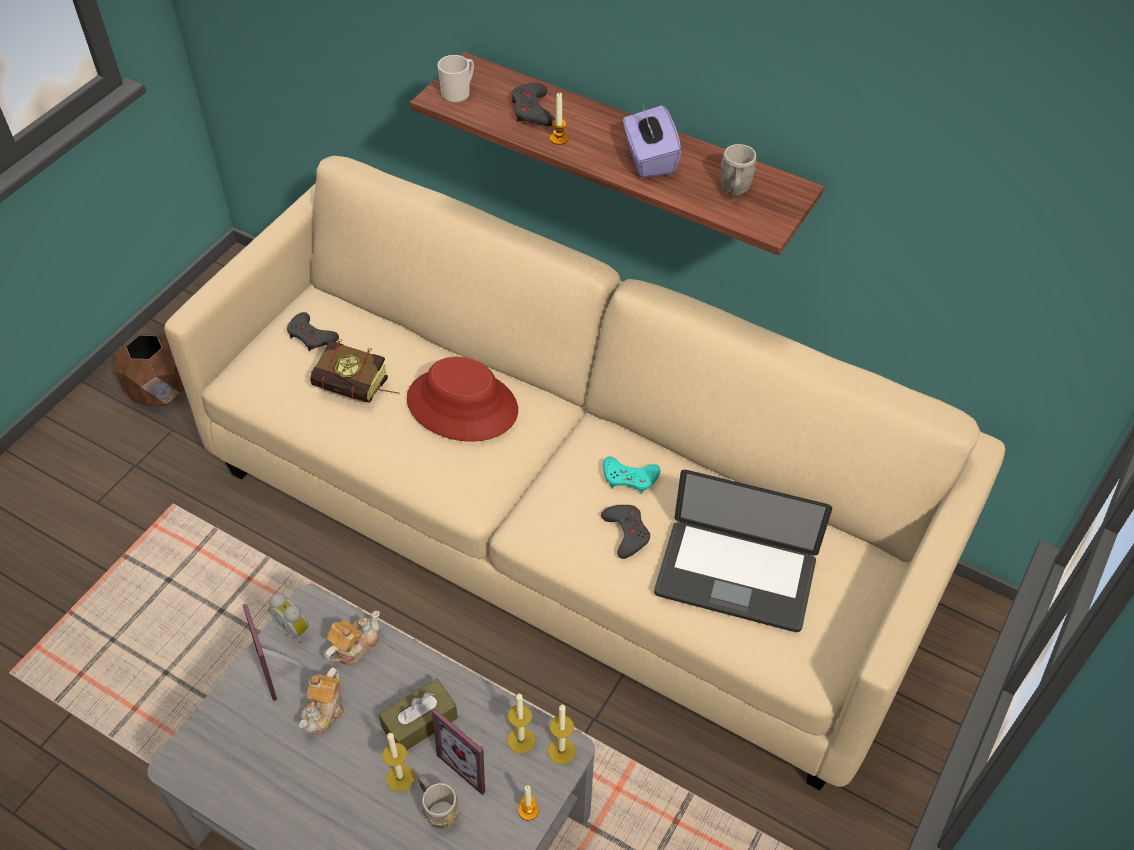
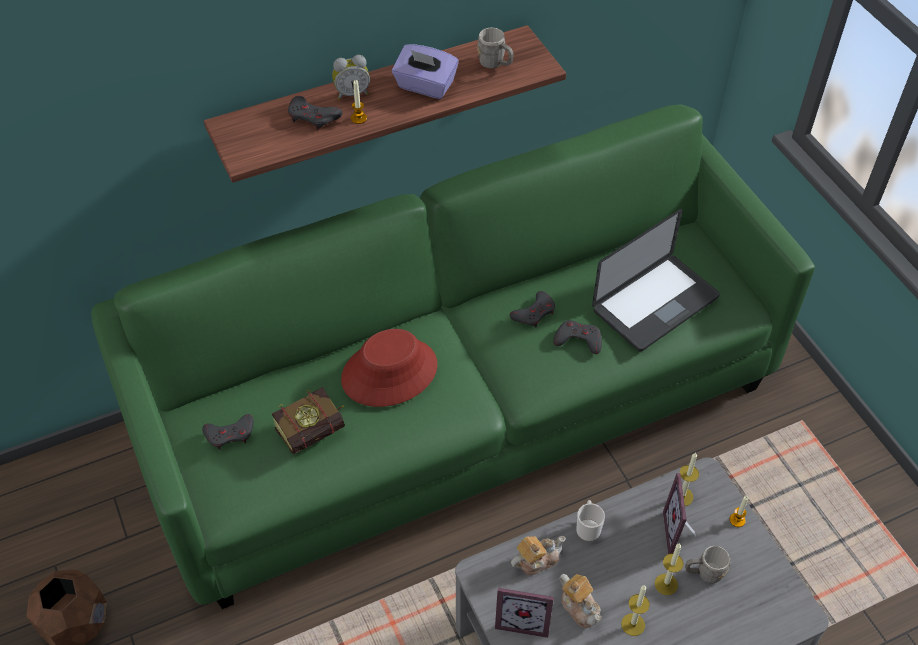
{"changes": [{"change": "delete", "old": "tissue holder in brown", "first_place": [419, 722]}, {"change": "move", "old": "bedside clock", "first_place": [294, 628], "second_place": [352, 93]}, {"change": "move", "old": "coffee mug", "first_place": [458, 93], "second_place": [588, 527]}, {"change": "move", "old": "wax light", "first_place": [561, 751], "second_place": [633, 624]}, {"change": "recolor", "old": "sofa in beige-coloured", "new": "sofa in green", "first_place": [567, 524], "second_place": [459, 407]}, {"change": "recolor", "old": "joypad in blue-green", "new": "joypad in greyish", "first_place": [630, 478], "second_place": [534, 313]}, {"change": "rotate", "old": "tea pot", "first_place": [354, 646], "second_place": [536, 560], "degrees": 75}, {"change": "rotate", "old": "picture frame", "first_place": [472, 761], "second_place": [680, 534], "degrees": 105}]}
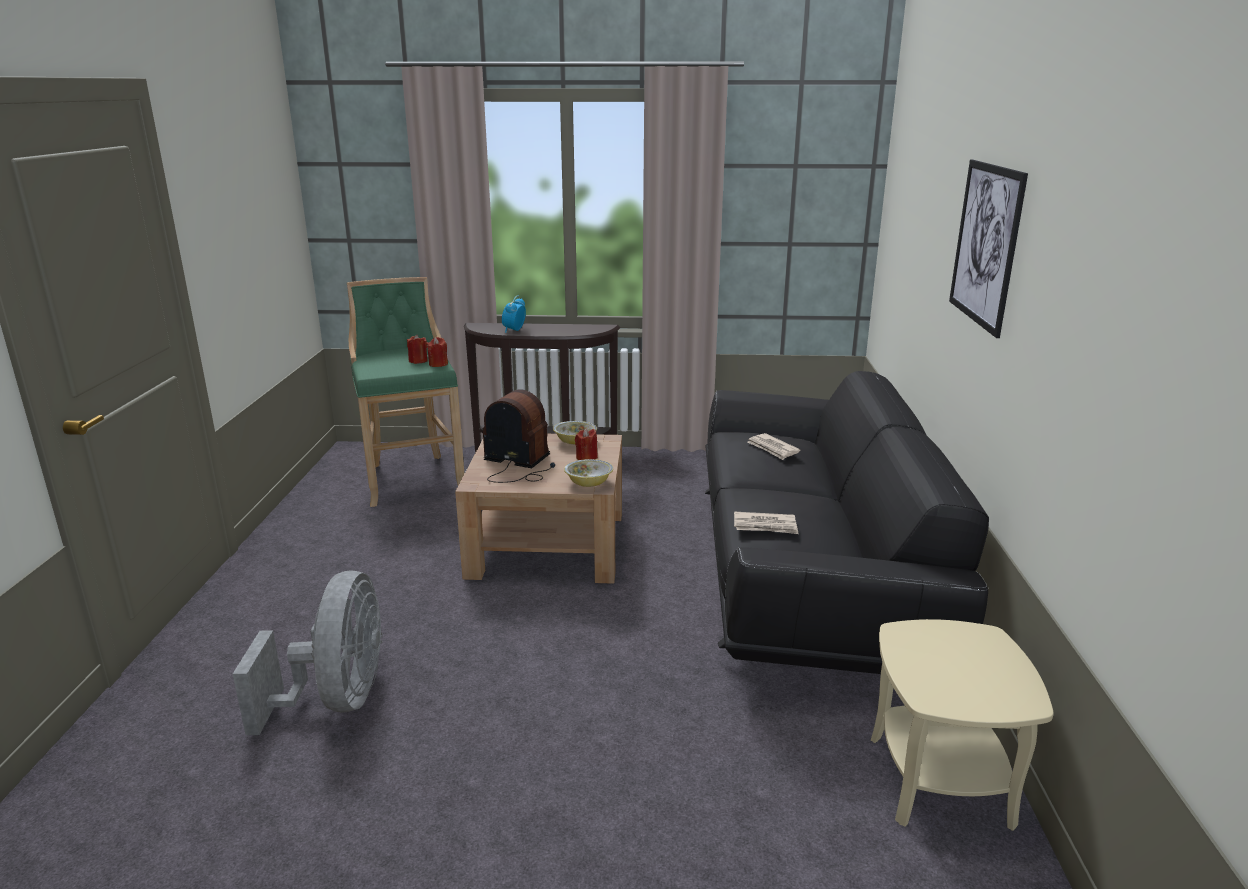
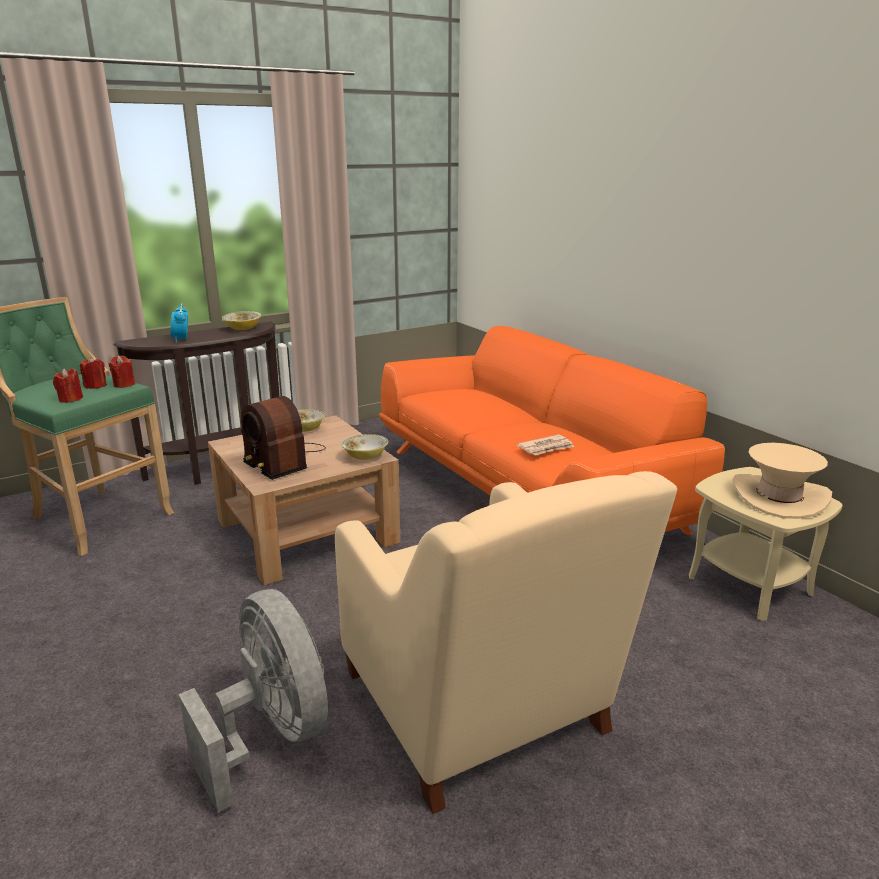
{"changes": [{"change": "delete", "old": "daily paper", "first_place": [772, 449]}, {"change": "delete", "old": "wall picture", "first_place": [985, 244]}, {"change": "insert", "new": "bowl", "second_place": [243, 329]}, {"change": "insert", "new": "armchair in beige-coloured", "second_place": [479, 710]}, {"change": "insert", "new": "hat in beige-coloured", "second_place": [779, 497]}, {"change": "move", "old": "wax light in red-coloured", "first_place": [586, 457], "second_place": [70, 399]}, {"change": "recolor", "old": "sofa in blackish", "new": "sofa in orangey", "first_place": [809, 574], "second_place": [527, 489]}, {"change": "rotate", "old": "radio set", "first_place": [518, 465], "second_place": [282, 459], "degrees": -120}]}
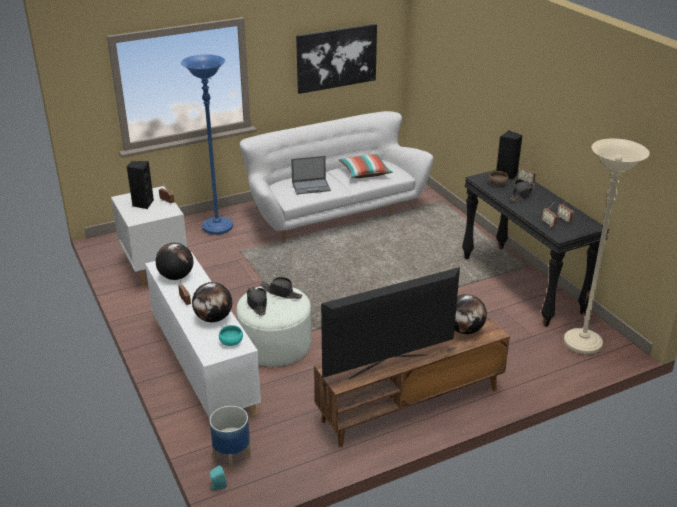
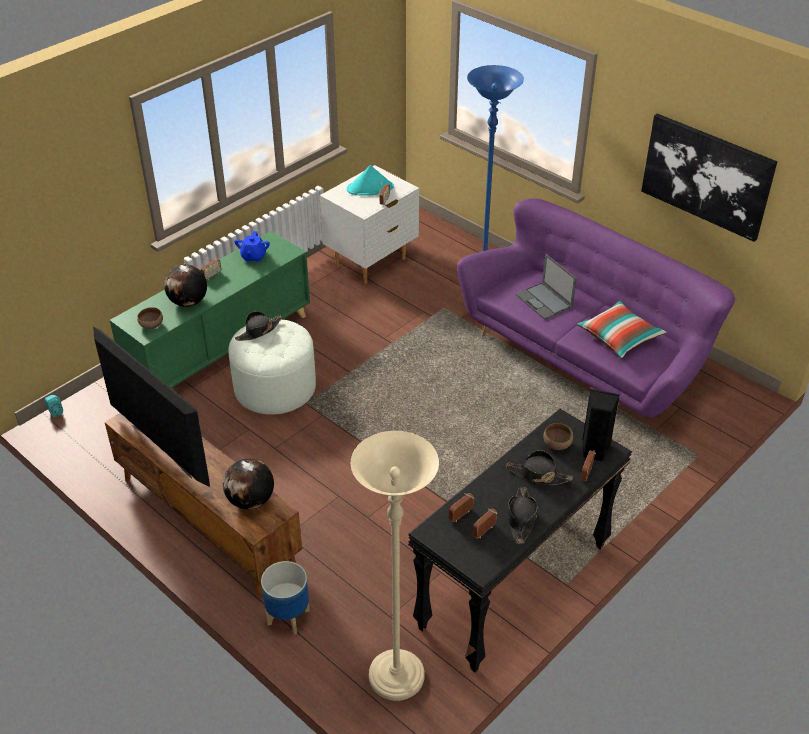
{"changes": [{"change": "move", "old": "plant pot", "first_place": [231, 457], "second_place": [288, 616]}, {"change": "move", "old": "hat in blackish", "first_place": [281, 292], "second_place": [521, 518]}, {"change": "replace", "old": "audio speaker in blackish", "new": "hat in blue-green", "first_place": [142, 204], "second_place": [370, 188]}, {"change": "replace", "old": "world globe", "new": "tea pot in bluish", "first_place": [176, 277], "second_place": [253, 257]}, {"change": "recolor", "old": "storage cabinet in whitish", "new": "storage cabinet in green", "first_place": [203, 366], "second_place": [221, 349]}, {"change": "recolor", "old": "bowl in blue-green", "new": "bowl in brown", "first_place": [231, 343], "second_place": [151, 325]}, {"change": "recolor", "old": "sofa in whitish", "new": "sofa in purple", "first_place": [333, 212], "second_place": [585, 358]}]}
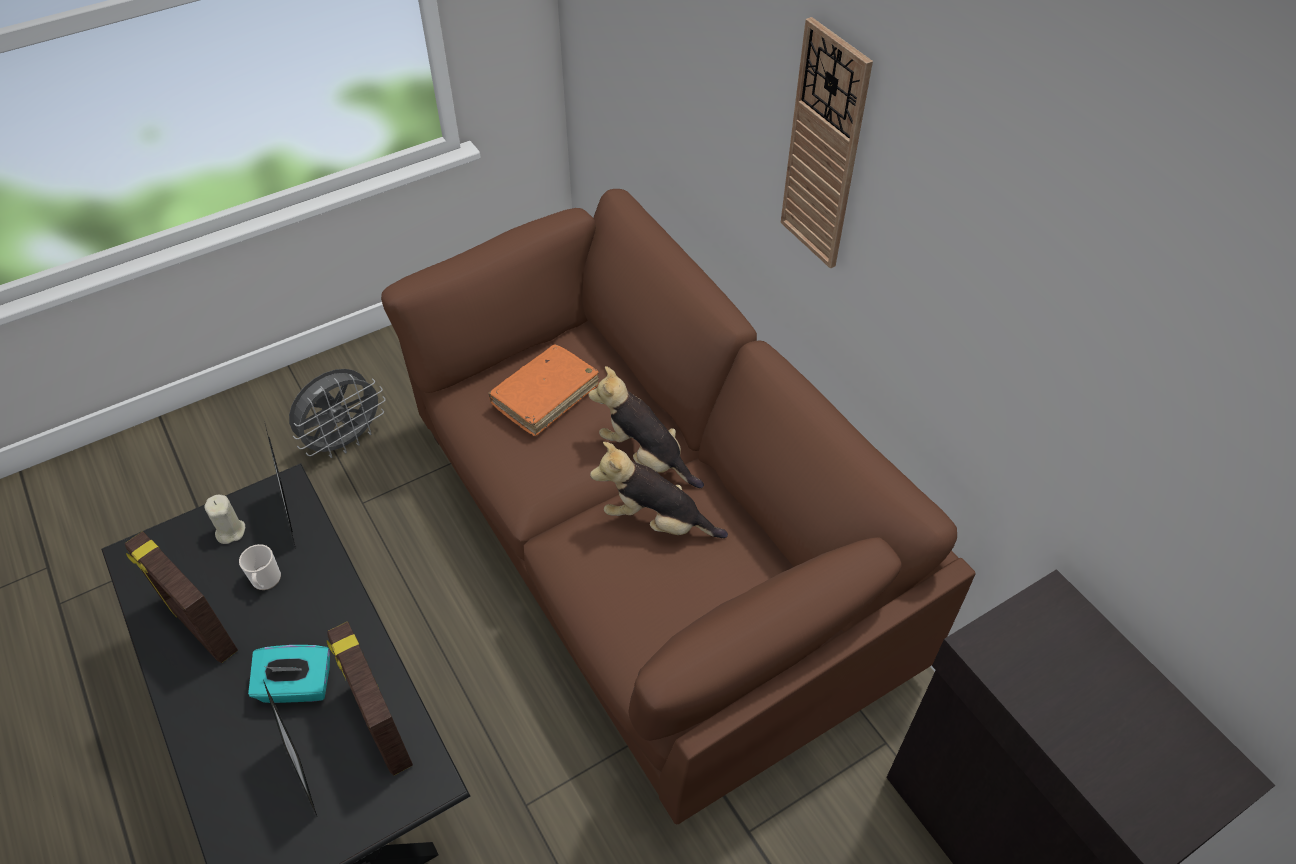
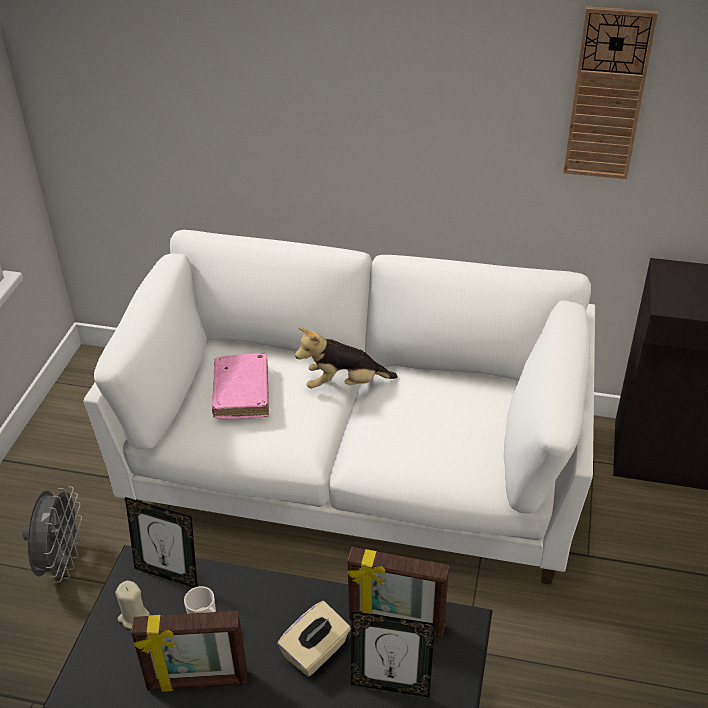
{"changes": [{"change": "delete", "old": "cuddly toy", "first_place": [657, 521]}, {"change": "move", "old": "wall clock", "first_place": [824, 149], "second_place": [607, 95]}, {"change": "recolor", "old": "tissue holder in blue-green", "new": "tissue holder in beige-coloured", "first_place": [297, 687], "second_place": [316, 652]}, {"change": "recolor", "old": "sofa in brown", "new": "sofa in whitish", "first_place": [650, 548], "second_place": [356, 467]}, {"change": "recolor", "old": "bound book in orangey", "new": "bound book in pink", "first_place": [545, 396], "second_place": [241, 393]}]}
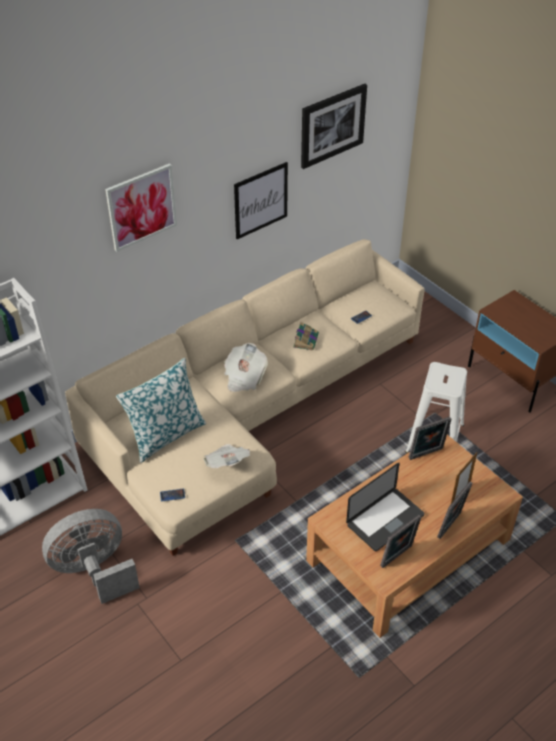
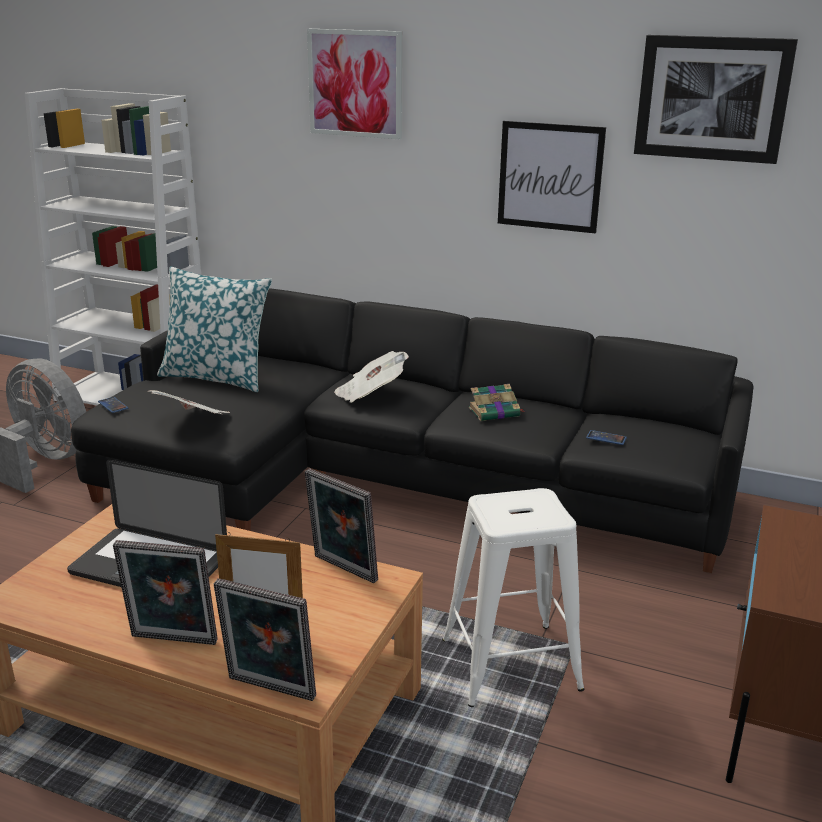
{"changes": [{"change": "move", "old": "picture frame", "first_place": [398, 557], "second_place": [269, 691]}, {"change": "recolor", "old": "sofa in beige-coloured", "new": "sofa in blackish", "first_place": [248, 411], "second_place": [390, 479]}]}
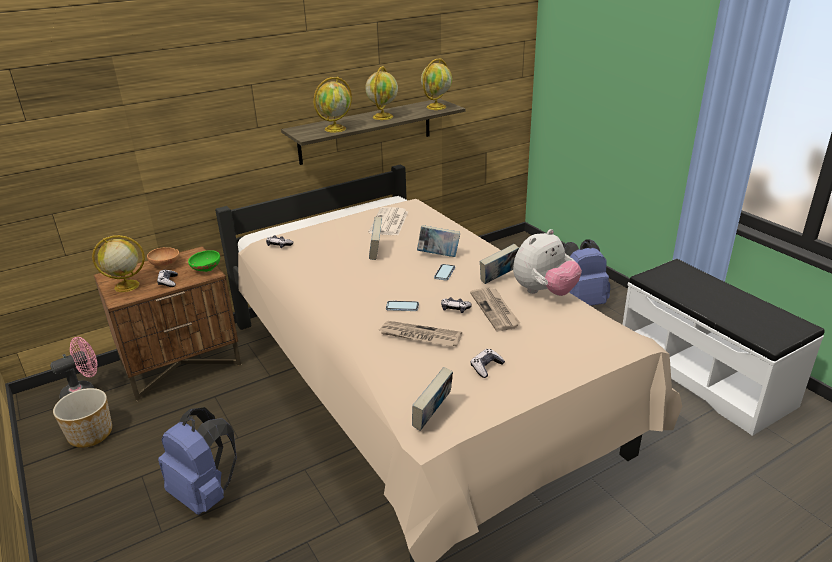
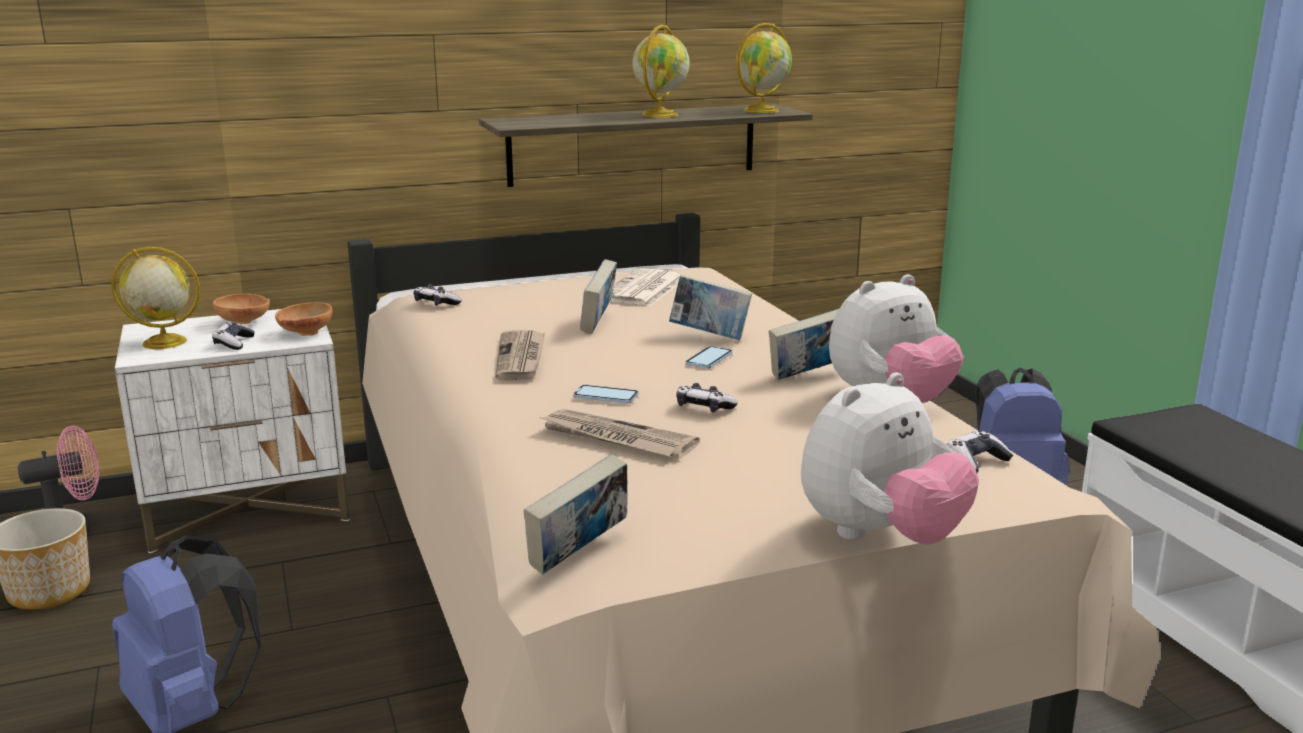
{"changes": [{"change": "delete", "old": "world globe", "first_place": [336, 129]}, {"change": "insert", "new": "cuddly toy", "second_place": [880, 537]}, {"change": "move", "old": "daily paper", "first_place": [495, 310], "second_place": [521, 358]}, {"change": "move", "old": "joypad", "first_place": [486, 367], "second_place": [976, 462]}, {"change": "recolor", "old": "bedside table in brown", "new": "bedside table in whitish", "first_place": [182, 364], "second_place": [250, 508]}, {"change": "recolor", "old": "bowl in green", "new": "bowl in brown", "first_place": [205, 269], "second_place": [305, 333]}]}
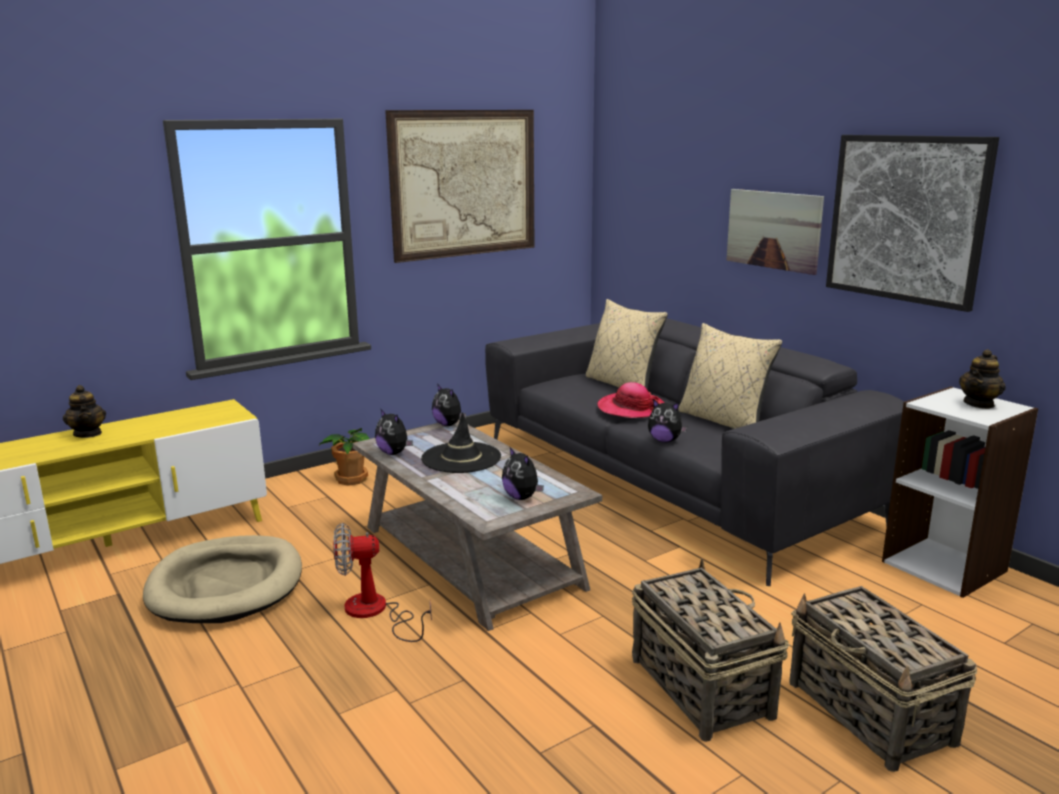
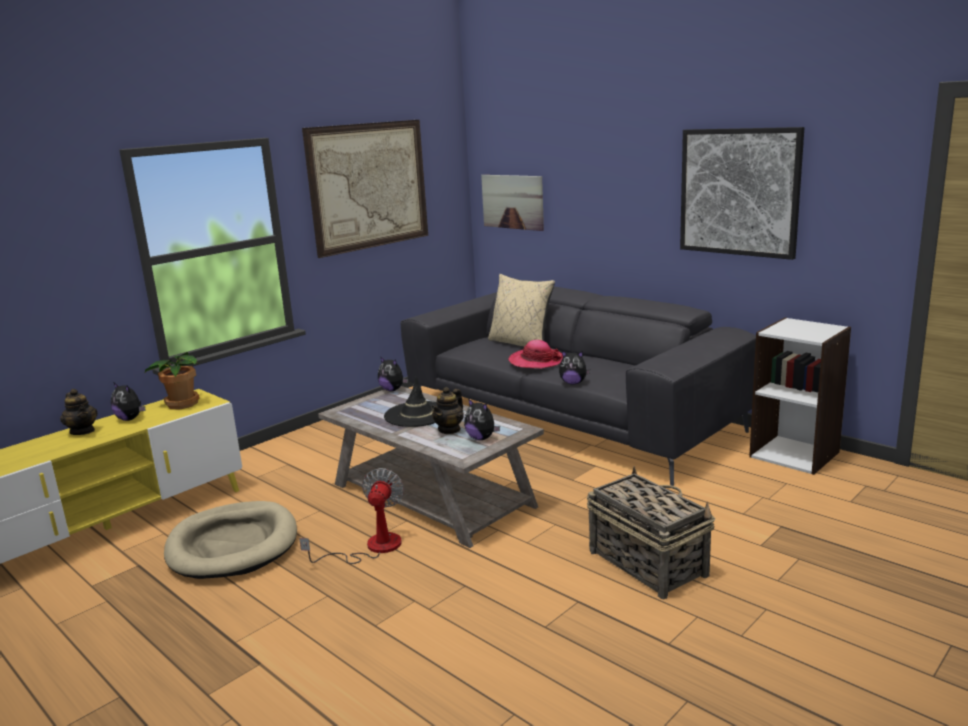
{"changes": [{"change": "delete", "old": "pillow in beige-coloured", "first_place": [723, 421]}, {"change": "delete", "old": "household basket", "first_place": [871, 713]}, {"change": "move", "old": "houseplant", "first_place": [350, 479], "second_place": [181, 404]}, {"change": "move", "old": "cuddly toy", "first_place": [394, 453], "second_place": [130, 419]}, {"change": "move", "old": "wall picture", "first_place": [773, 230], "second_place": [512, 202]}, {"change": "move", "old": "tea pot", "first_place": [979, 404], "second_place": [449, 429]}, {"change": "rotate", "old": "cooling fan", "first_place": [375, 612], "second_place": [371, 548], "degrees": 120}]}
